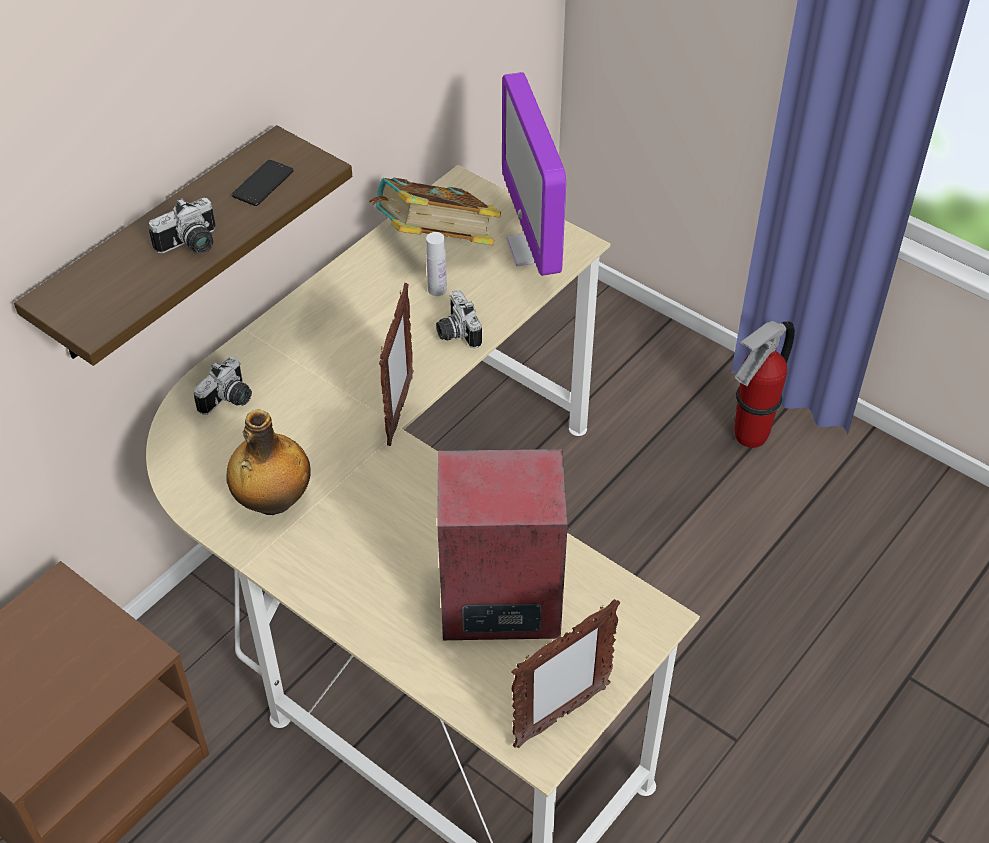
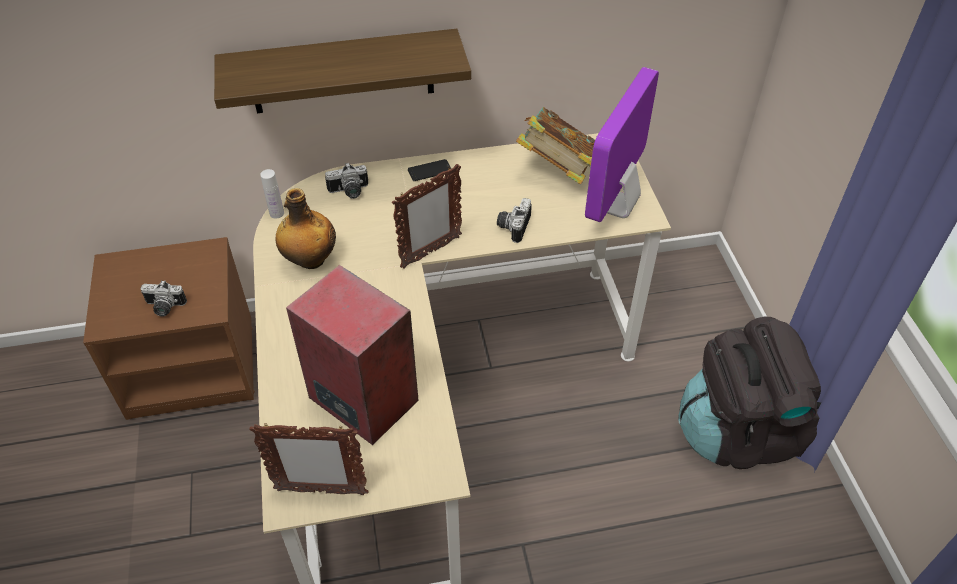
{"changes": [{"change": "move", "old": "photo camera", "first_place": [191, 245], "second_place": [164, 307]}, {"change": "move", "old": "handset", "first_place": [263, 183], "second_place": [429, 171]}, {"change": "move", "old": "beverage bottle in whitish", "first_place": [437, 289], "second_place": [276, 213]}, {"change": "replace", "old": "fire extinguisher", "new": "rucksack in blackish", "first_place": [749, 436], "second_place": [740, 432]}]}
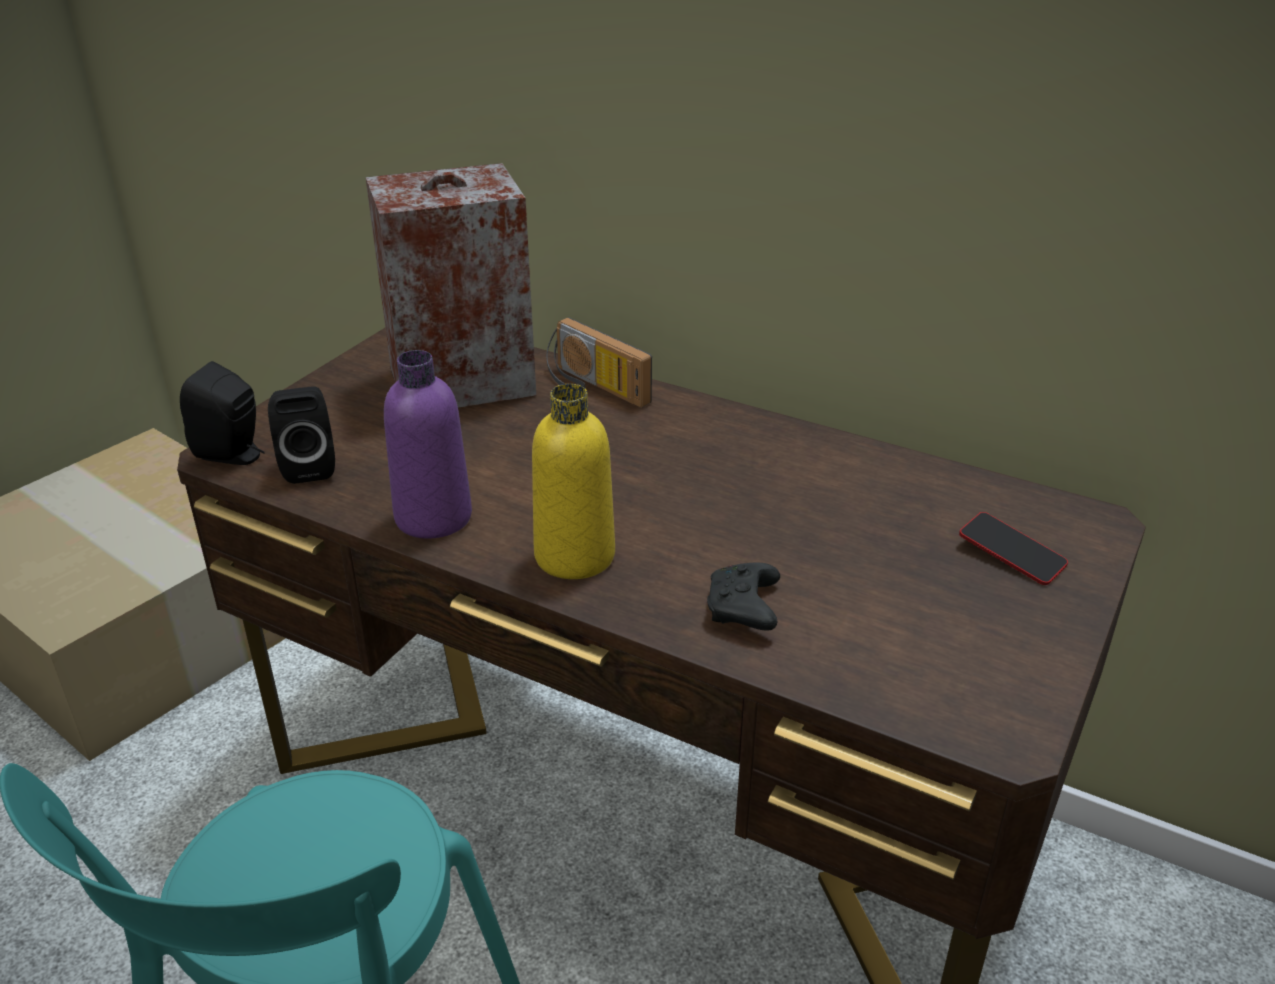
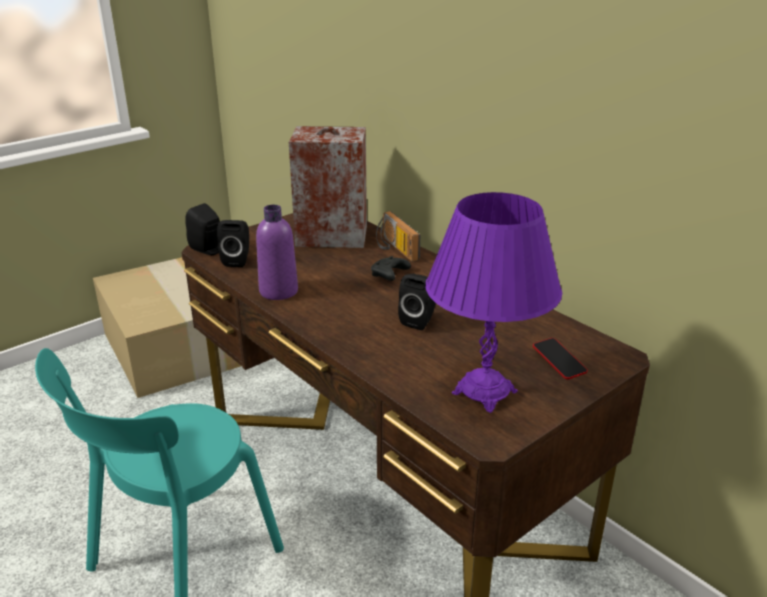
{"changes": [{"change": "delete", "old": "beverage bottle in yellow", "first_place": [574, 556]}, {"change": "insert", "new": "audio speaker in blackish", "second_place": [419, 320]}, {"change": "insert", "new": "table lamp in purple", "second_place": [484, 392]}, {"change": "move", "old": "joypad in blackish", "first_place": [744, 610], "second_place": [389, 275]}]}
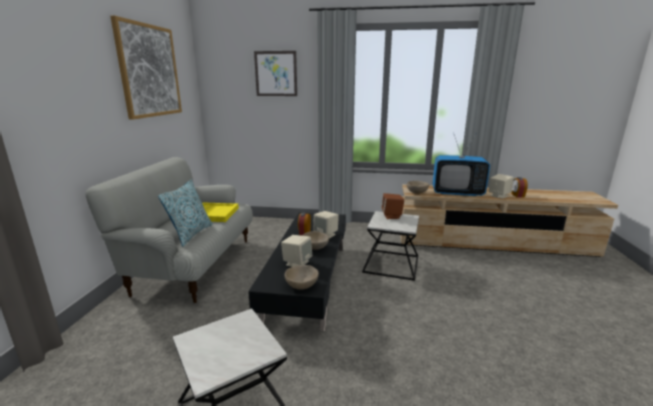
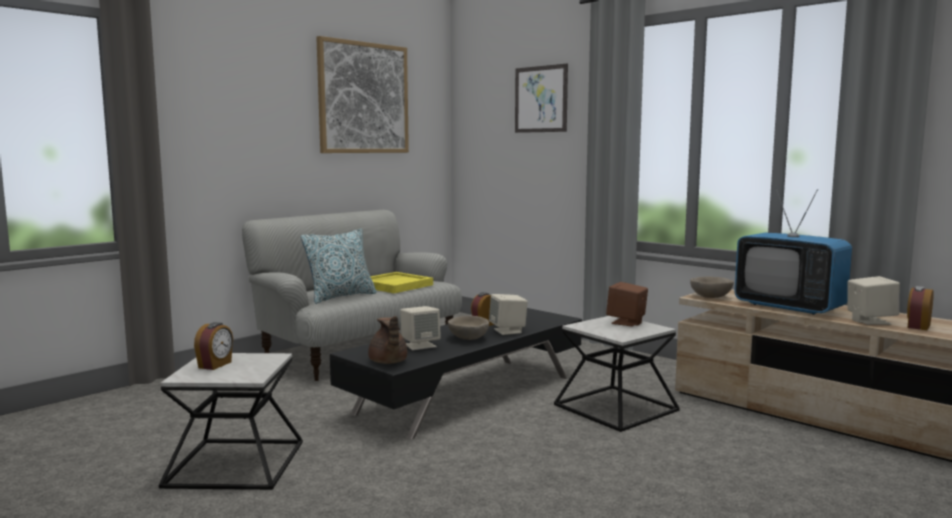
{"changes": [{"change": "insert", "new": "bedside clock", "second_place": [215, 365]}, {"change": "replace", "old": "bowl in beige-coloured", "new": "tea pot in brown", "first_place": [302, 286], "second_place": [388, 362]}]}
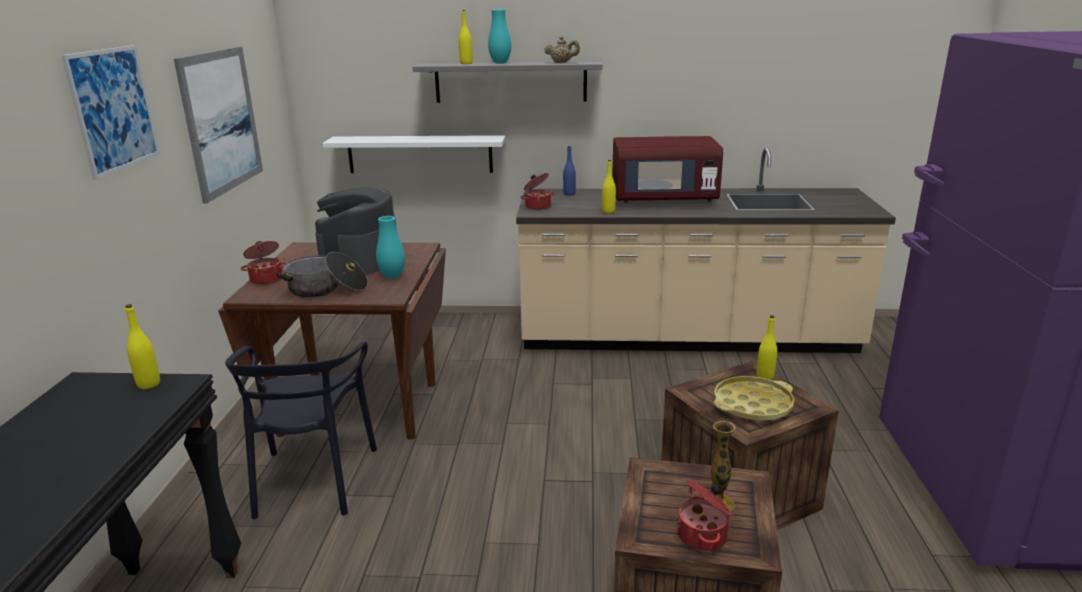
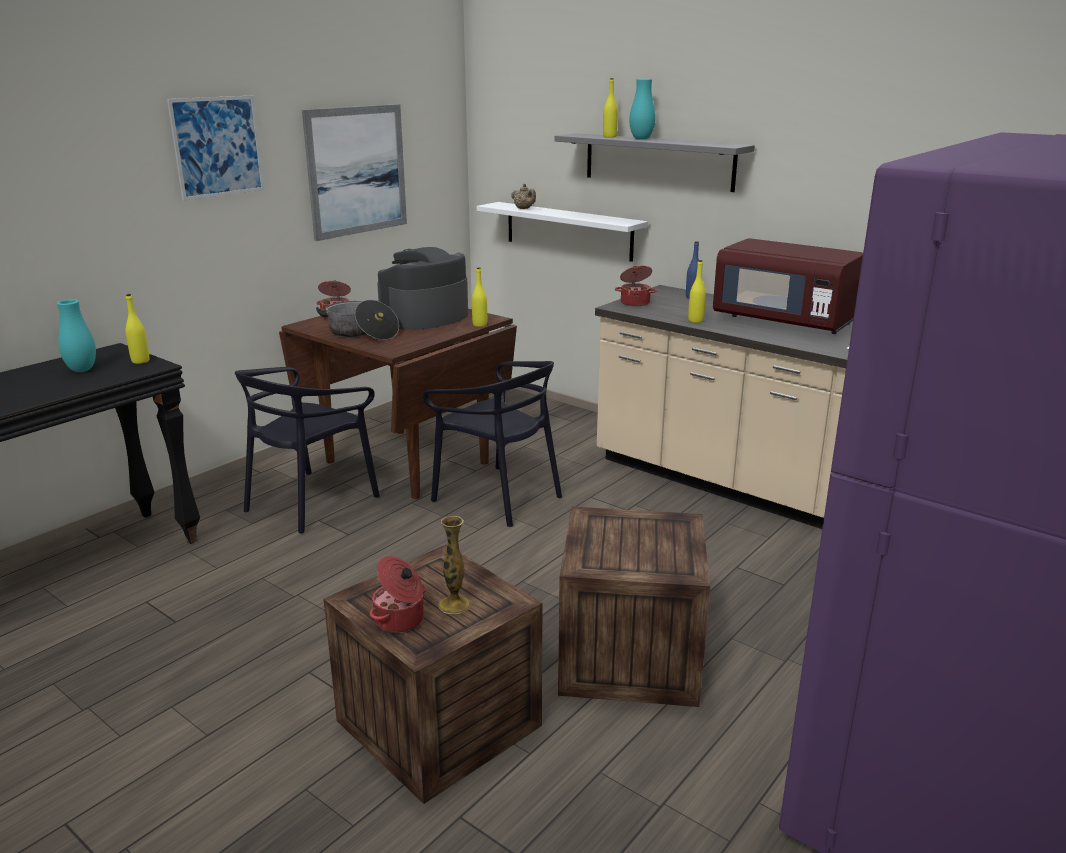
{"changes": [{"change": "delete", "old": "serving tray in yellow", "first_place": [752, 405]}, {"change": "insert", "new": "upright chair in blackish", "second_place": [498, 496]}, {"change": "move", "old": "vase in blue-green", "first_place": [392, 276], "second_place": [82, 370]}, {"change": "move", "old": "tea pot in beige-coloured", "first_place": [562, 62], "second_place": [524, 209]}, {"change": "move", "old": "beverage bottle in yellow", "first_place": [765, 377], "second_place": [479, 325]}]}
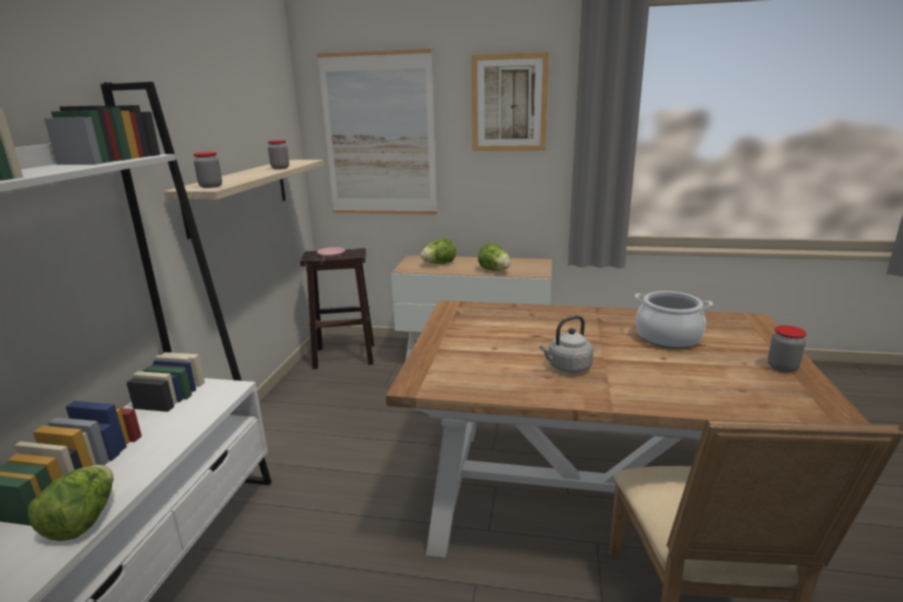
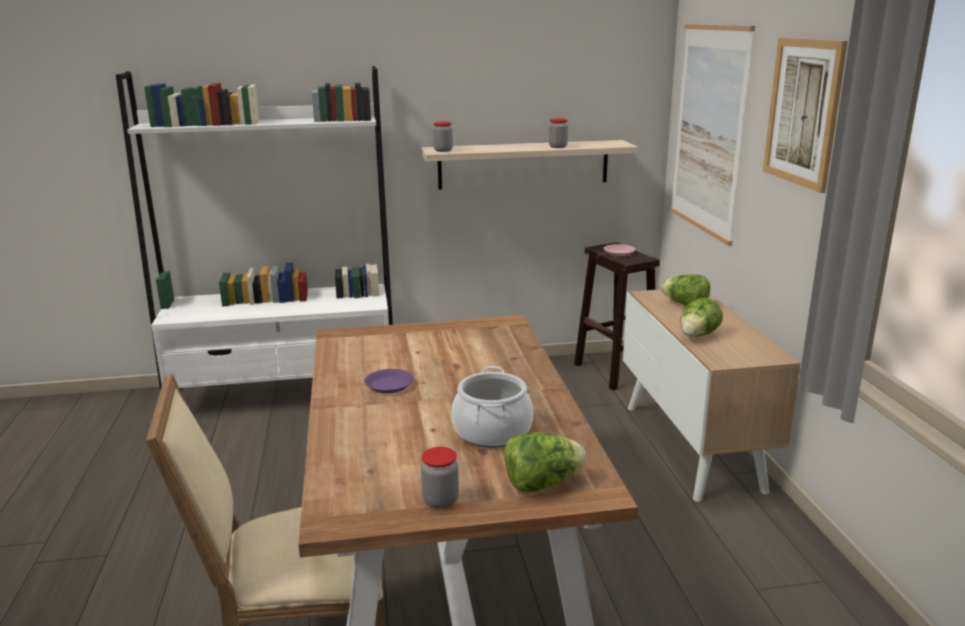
{"changes": [{"change": "move", "old": "head of lettuce", "first_place": [83, 521], "second_place": [542, 483]}, {"change": "replace", "old": "tea kettle in greyish", "new": "flat dish in purple", "first_place": [567, 367], "second_place": [389, 385]}]}
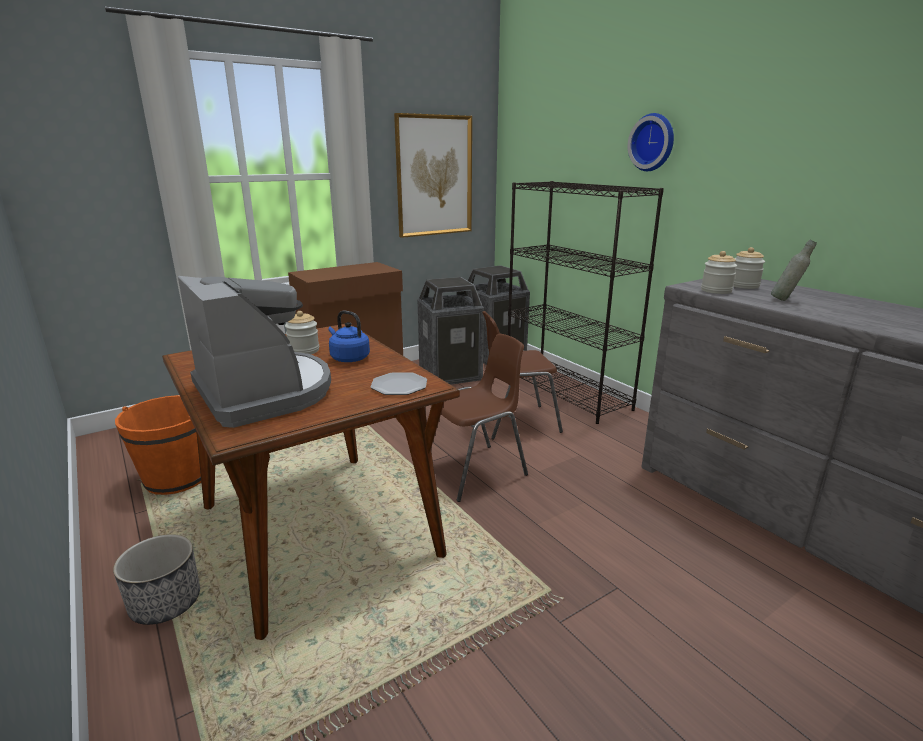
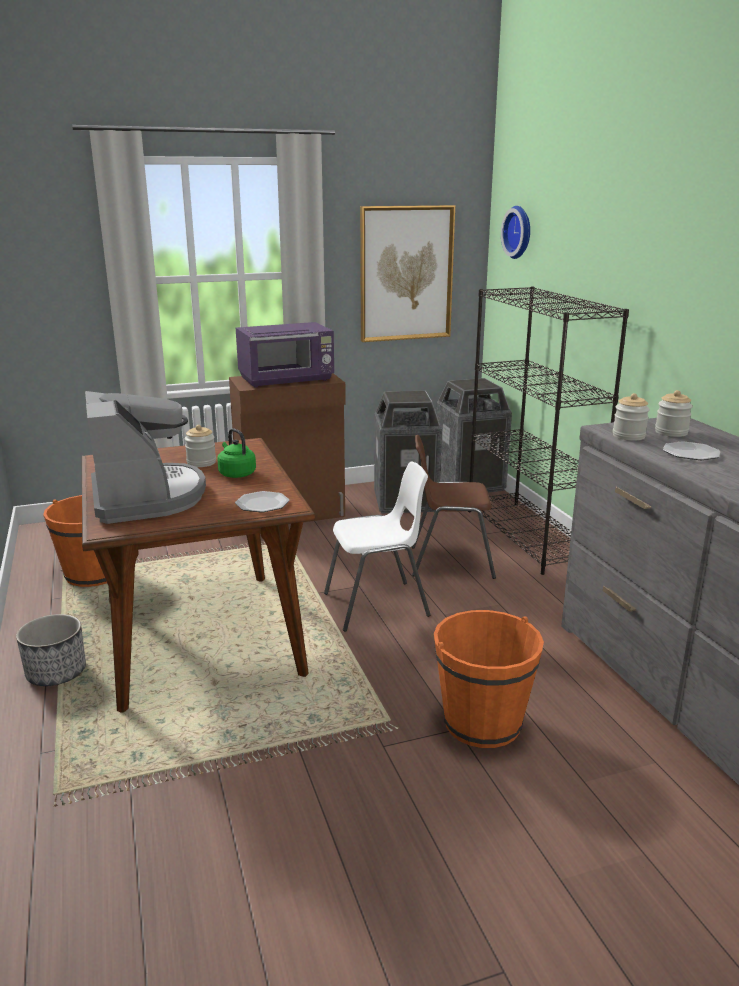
{"changes": [{"change": "insert", "new": "microwave oven in purple", "second_place": [287, 380]}, {"change": "insert", "new": "bucket in orangey", "second_place": [482, 723]}, {"change": "move", "old": "wall clock", "first_place": [653, 142], "second_place": [519, 232]}, {"change": "replace", "old": "beverage bottle in greyish", "new": "flat dish", "first_place": [786, 300], "second_place": [691, 453]}, {"change": "recolor", "old": "tea kettle in bluish", "new": "tea kettle in green", "first_place": [348, 358], "second_place": [236, 473]}, {"change": "recolor", "old": "upright chair in brown", "new": "upright chair in whitish", "first_place": [475, 471], "second_place": [377, 605]}]}
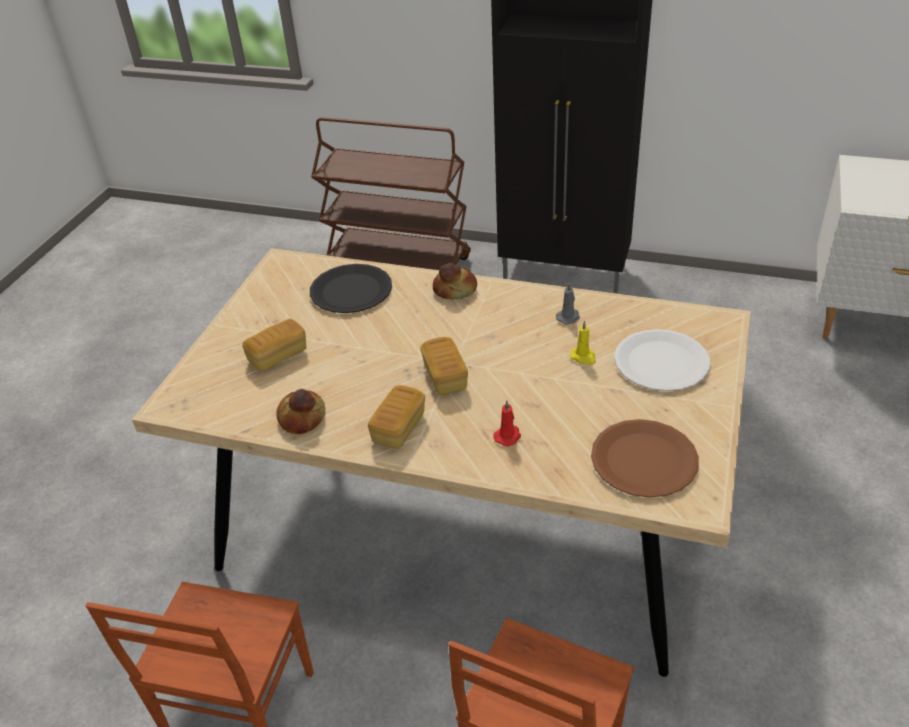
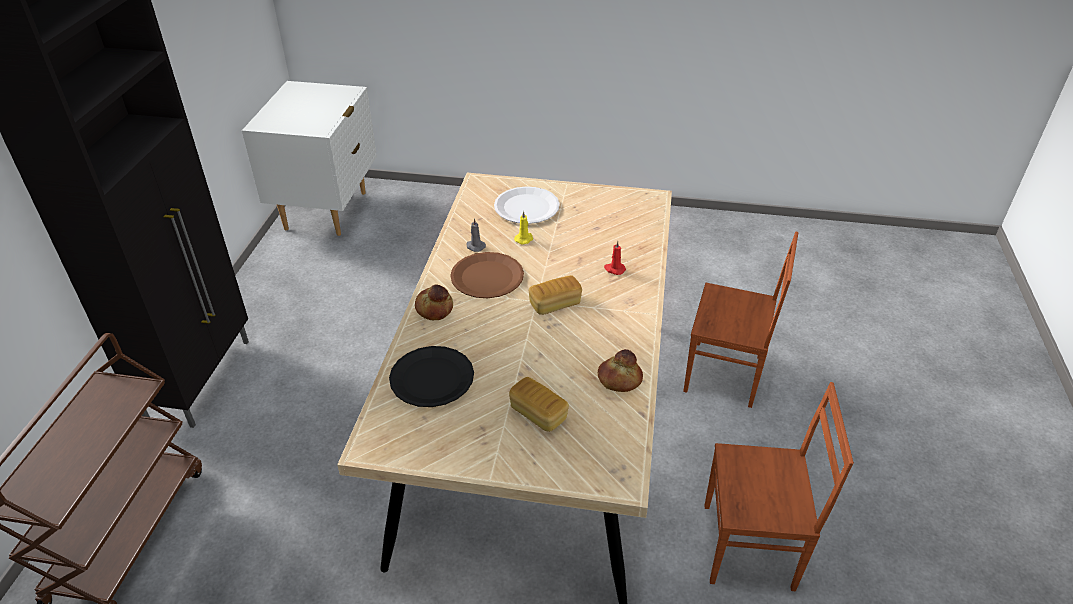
{"changes": [{"change": "delete", "old": "baked bread", "first_place": [398, 428]}, {"change": "move", "old": "flat dish in brown", "first_place": [643, 460], "second_place": [487, 277]}]}
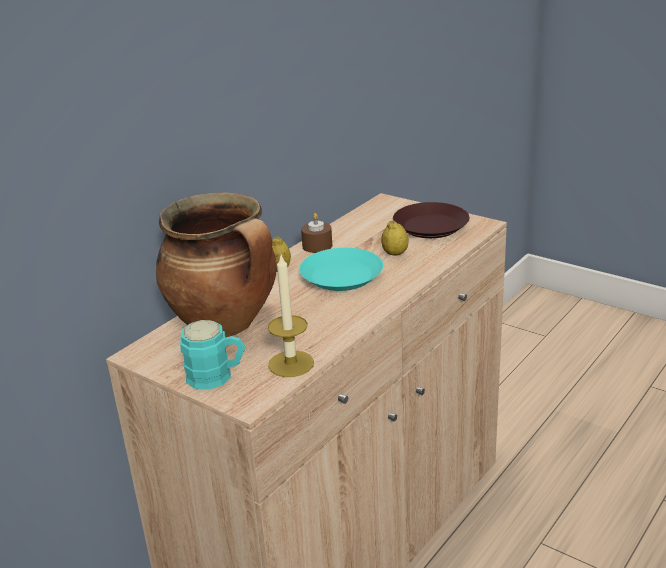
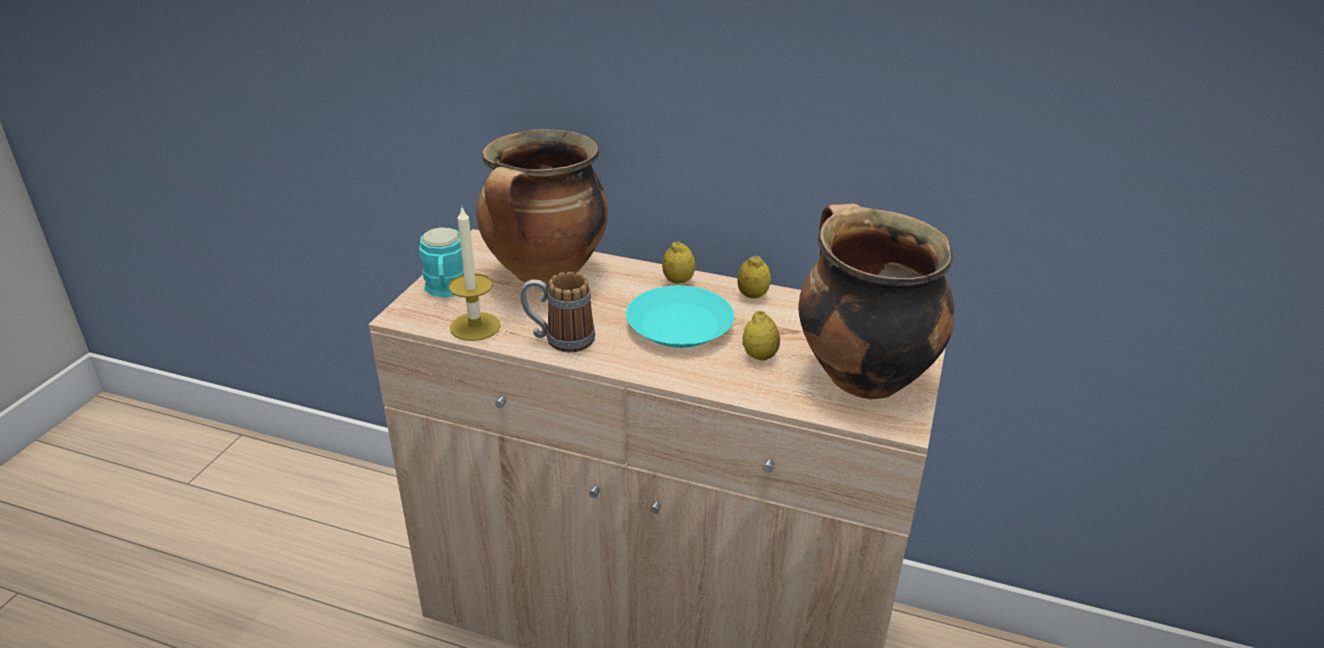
{"changes": [{"change": "insert", "new": "coffee mug", "second_place": [559, 339]}, {"change": "replace", "old": "wax light in brown", "new": "lemon", "first_place": [317, 246], "second_place": [752, 295]}, {"change": "replace", "old": "flat dish in brown", "new": "cooking pot", "first_place": [430, 227], "second_place": [860, 375]}]}
